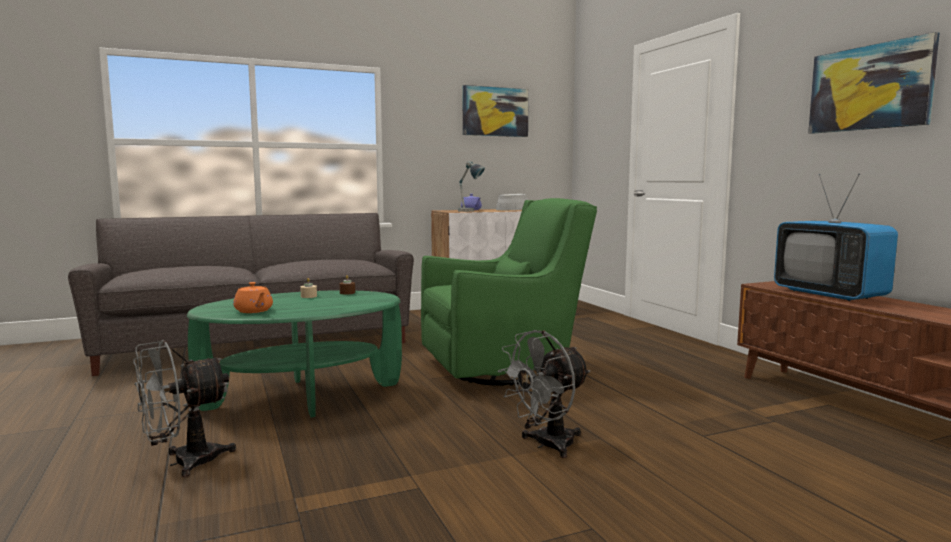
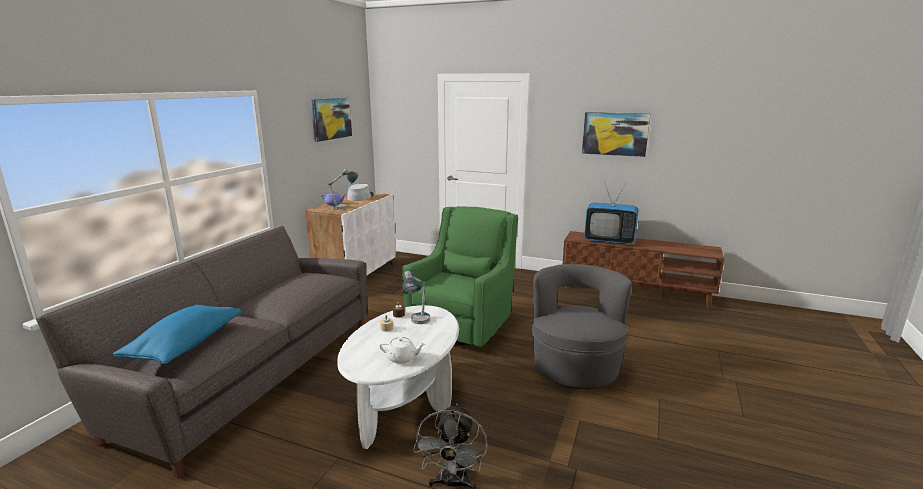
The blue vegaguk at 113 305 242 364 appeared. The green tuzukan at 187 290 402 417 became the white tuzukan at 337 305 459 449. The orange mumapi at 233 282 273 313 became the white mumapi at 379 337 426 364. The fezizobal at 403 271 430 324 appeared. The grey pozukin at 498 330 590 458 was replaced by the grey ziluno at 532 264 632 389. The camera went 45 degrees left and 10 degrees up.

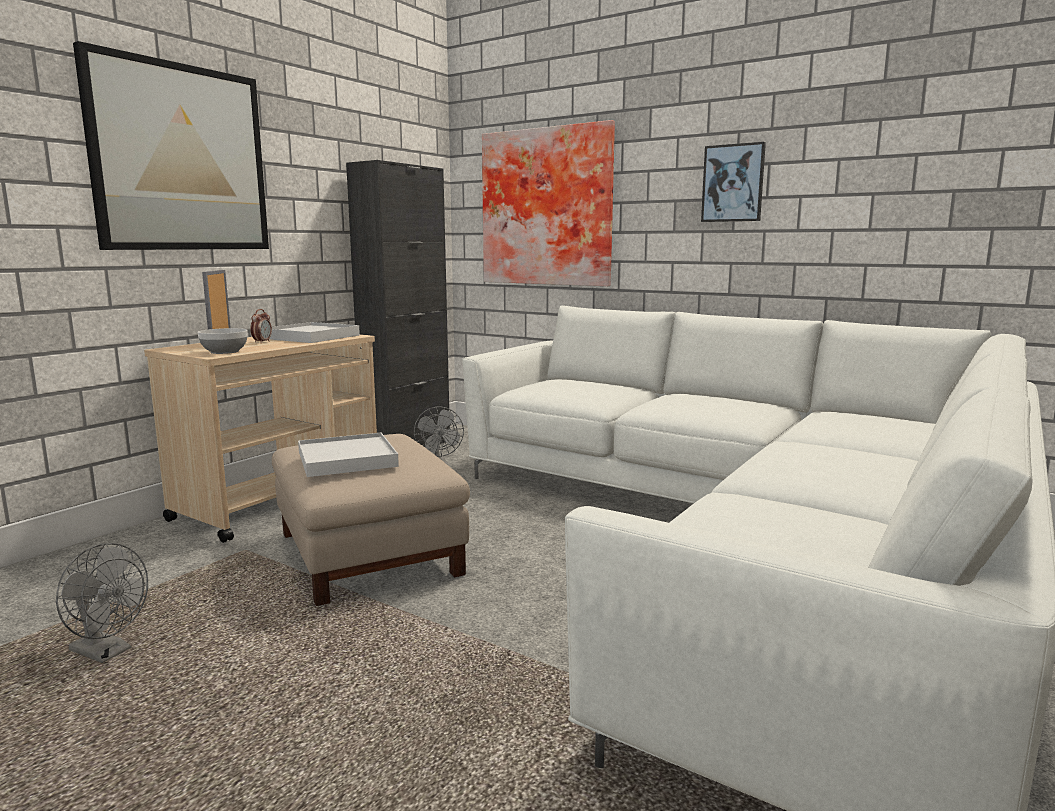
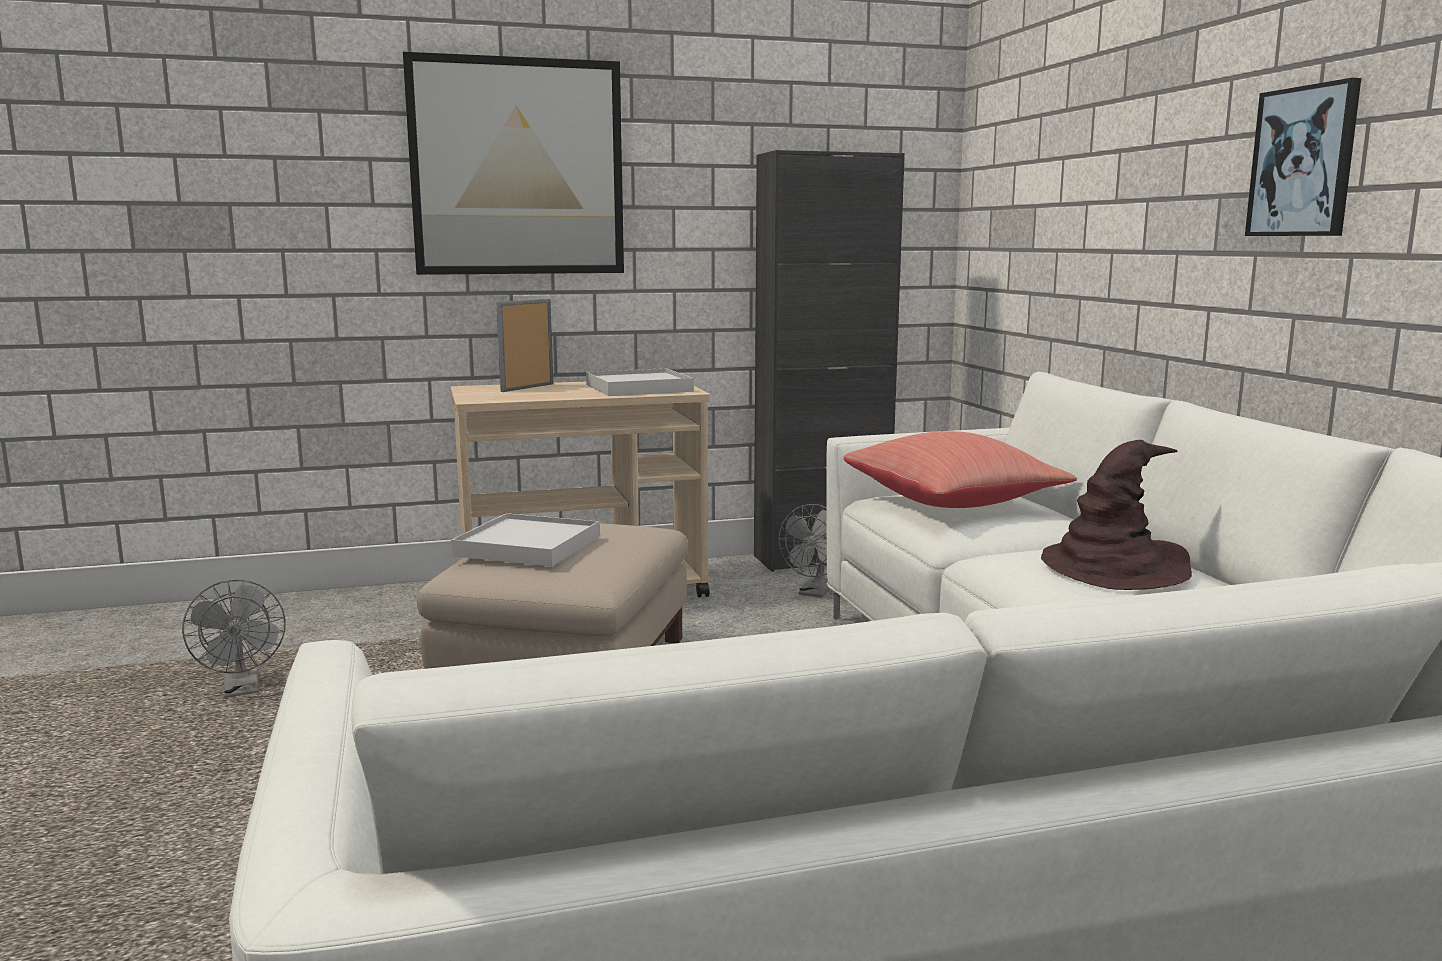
The red vegaguk at 843 431 1077 508 appeared. The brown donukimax at 1041 440 1192 590 appeared. The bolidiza at 198 328 248 354 disappeared. The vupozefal at 250 309 272 343 disappeared. The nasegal at 482 120 615 286 disappeared. The camera went 40 degrees right and 0 degrees up.

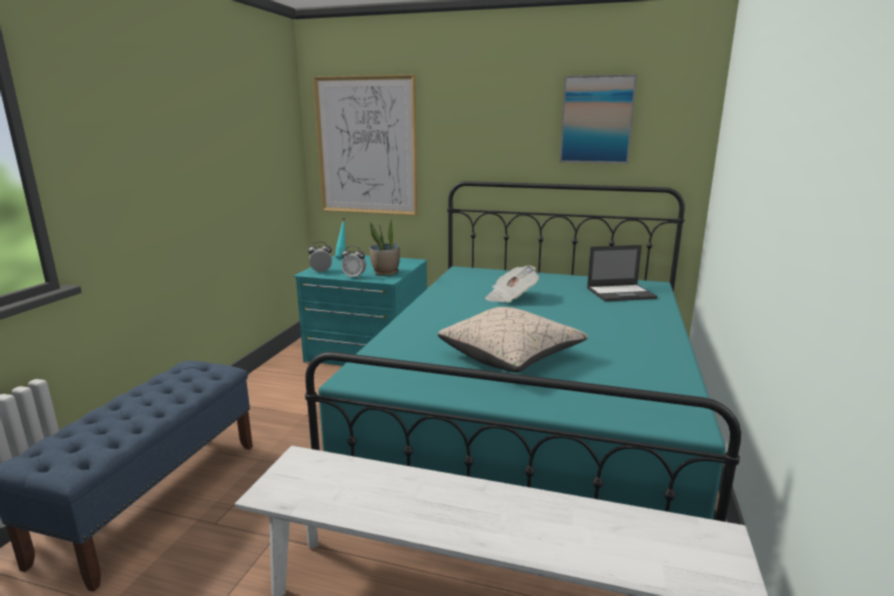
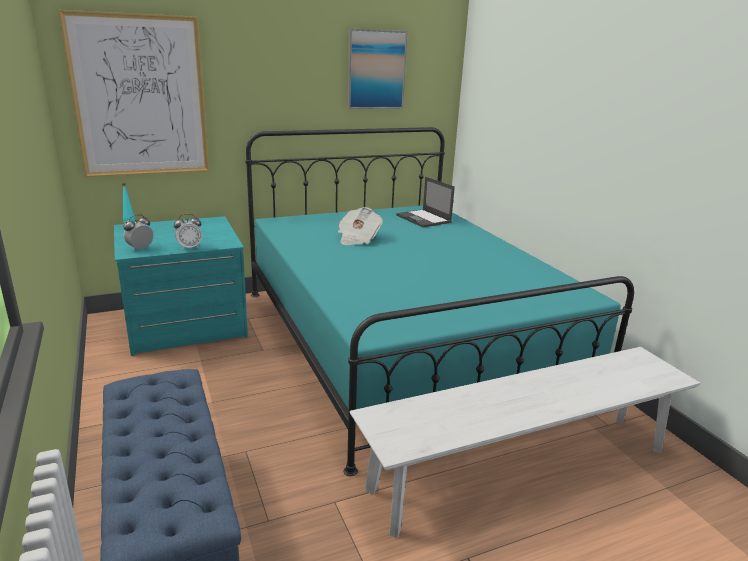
The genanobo at 587 245 658 302 turned 105 degrees clockwise. The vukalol at 369 219 400 276 disappeared. The beige vegaguk at 438 307 588 373 disappeared. The camera went 40 degrees left and 5 degrees up.

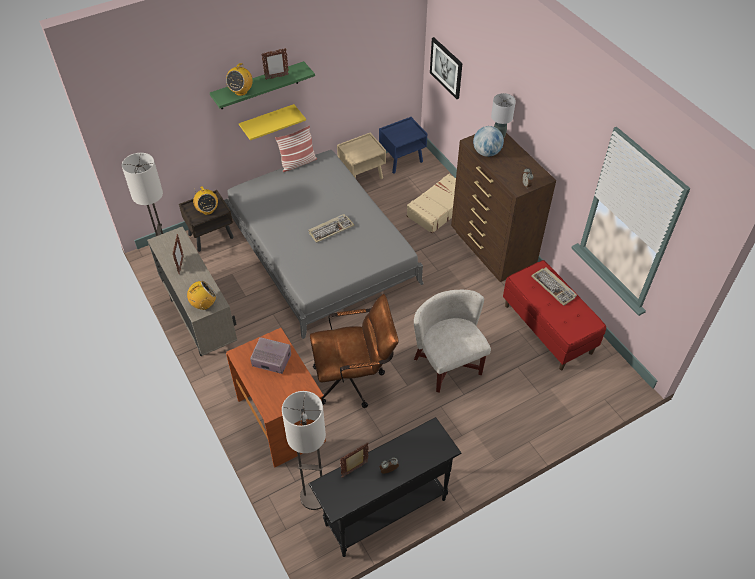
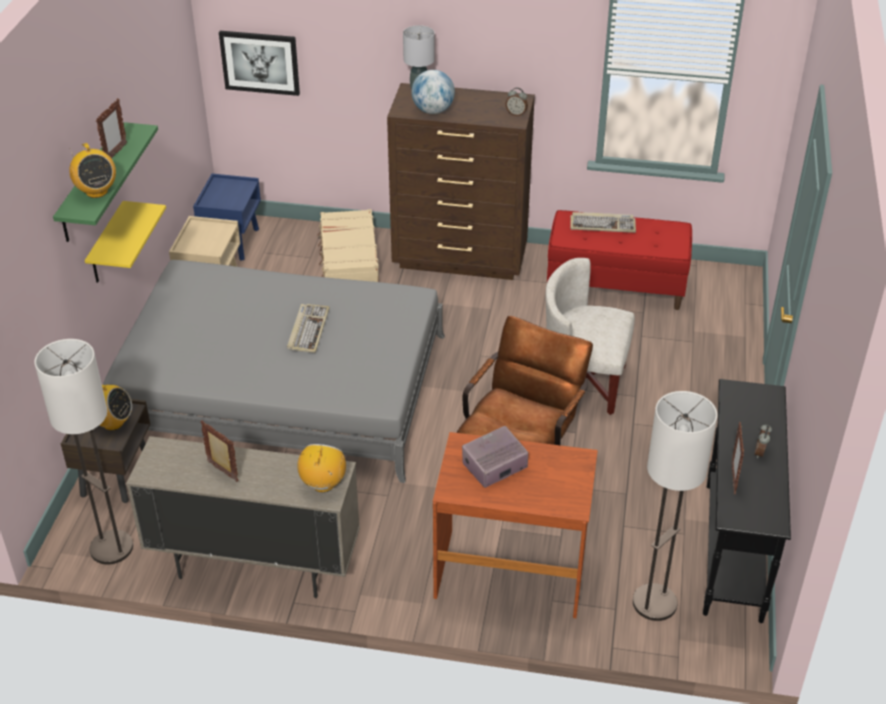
The vegaguk at 275 125 317 172 disappeared. The camera went 50 degrees left and 10 degrees down.

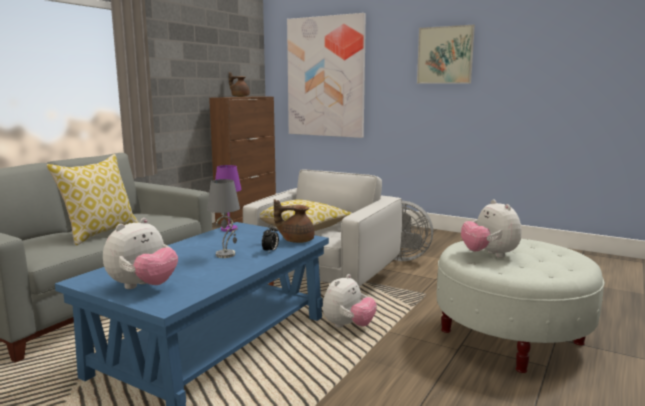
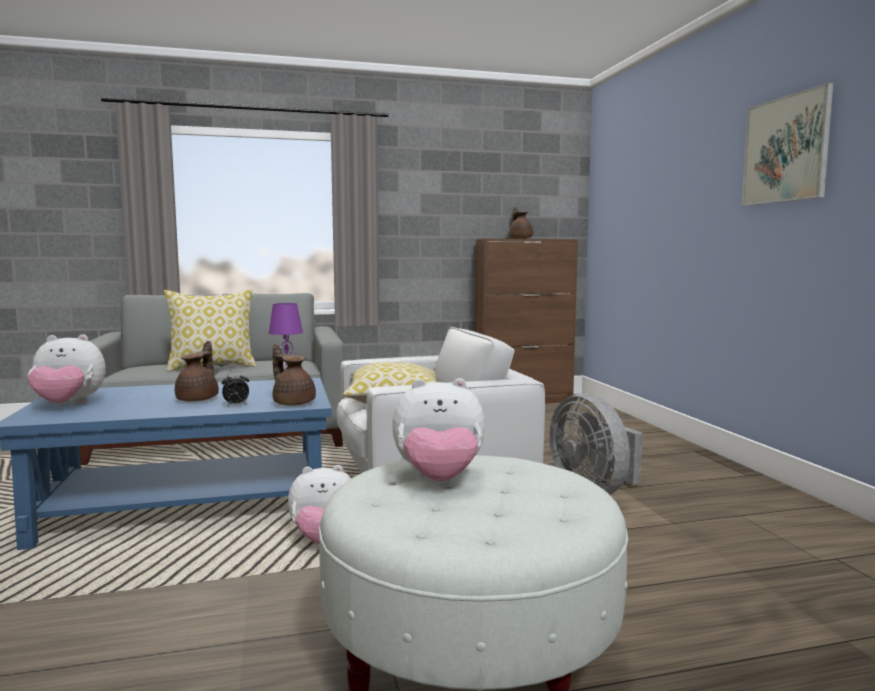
The grey fezizobal at 207 179 240 258 was replaced by the brown mumapi at 175 341 219 402. The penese at 461 199 521 258 turned 120 degrees counterclockwise. The nasegal at 287 13 366 138 disappeared. The camera went 45 degrees right and 5 degrees down.

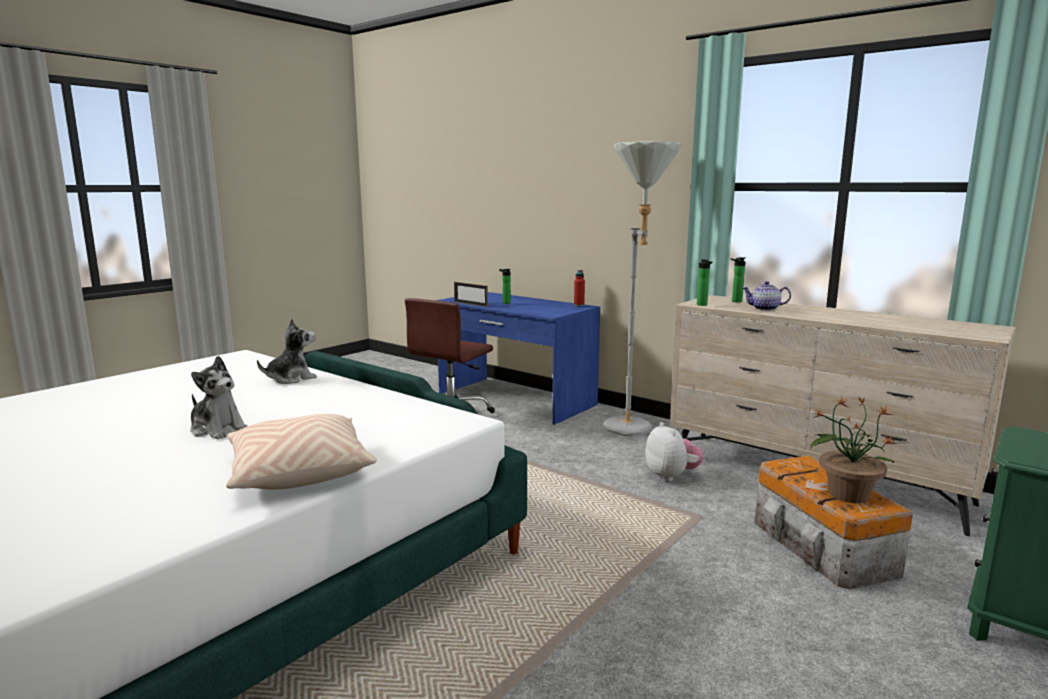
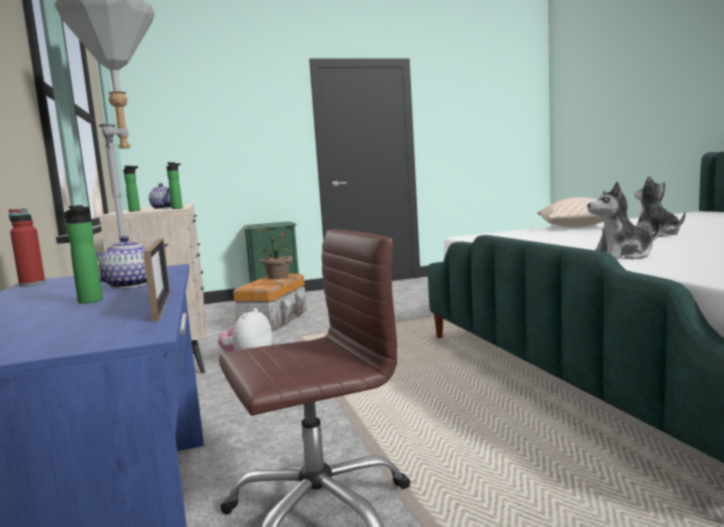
The mumapi at 95 236 169 288 appeared. The camera went 145 degrees left and 5 degrees down.

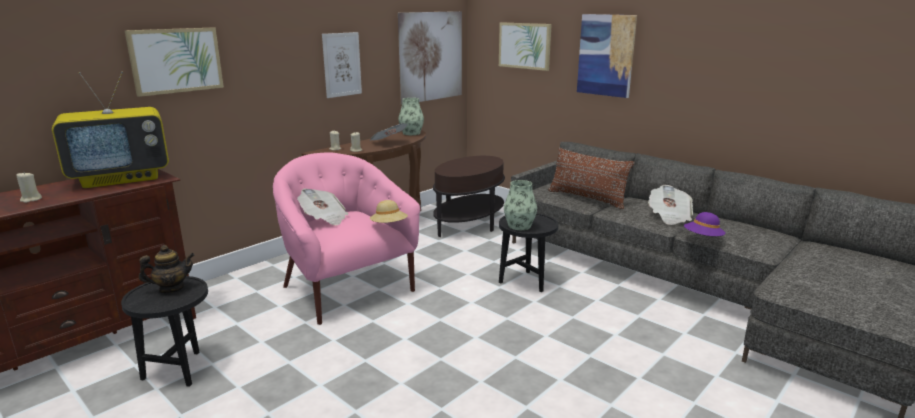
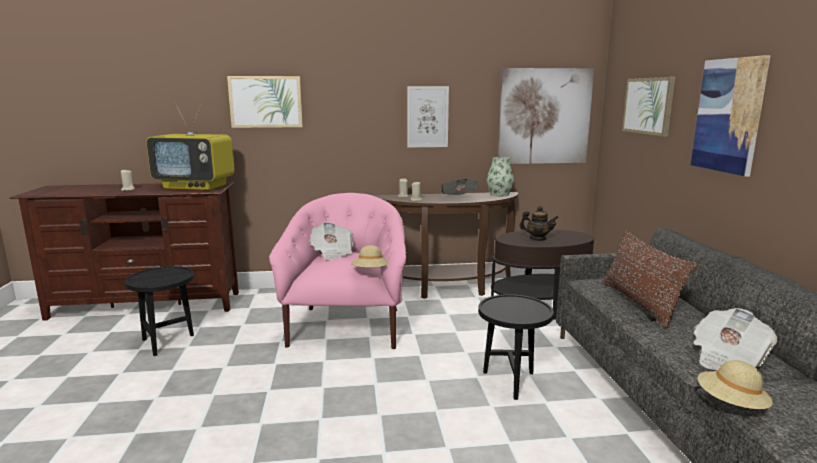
The mumapi moved from 139 245 195 293 to 519 206 559 240. The purple donukimax at 684 212 726 236 became the beige donukimax at 698 360 773 411. The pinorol at 504 180 537 230 disappeared. The camera went 40 degrees right and 5 degrees down.

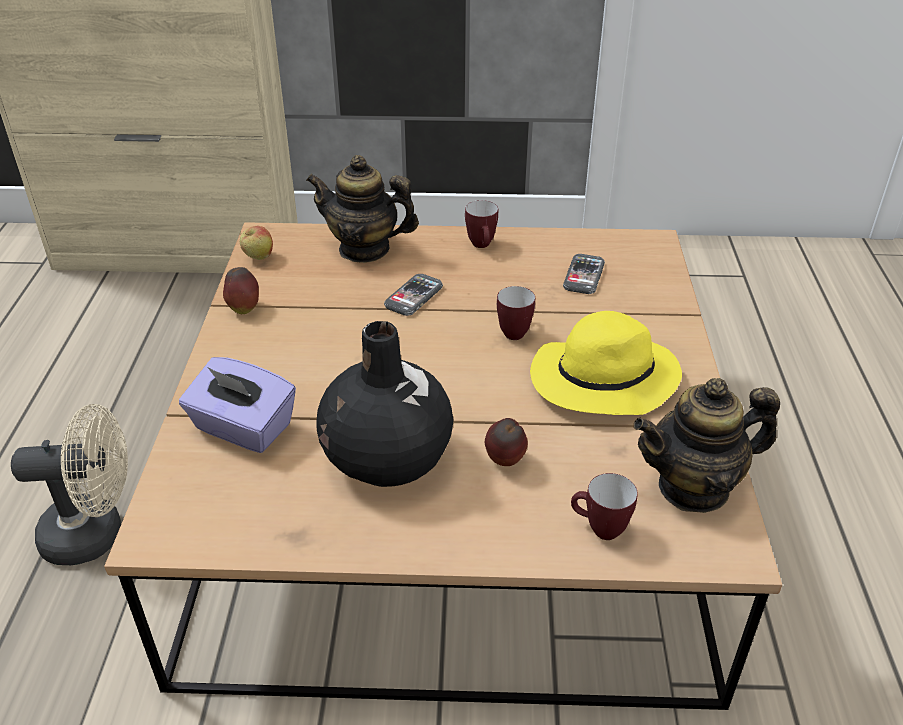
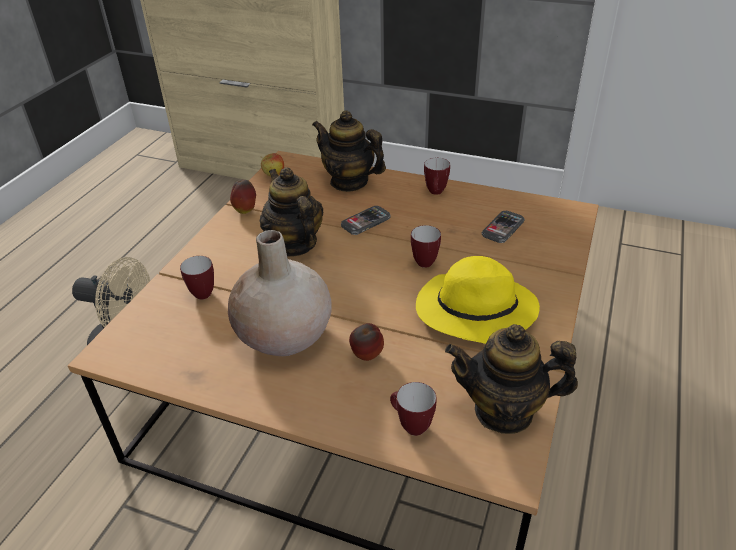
The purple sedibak at 179 357 296 453 was replaced by the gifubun at 180 256 214 300. The black pinorol at 316 321 454 487 became the beige pinorol at 228 230 331 356. The mumapi at 260 167 323 257 appeared. The camera went 20 degrees right and 0 degrees up.

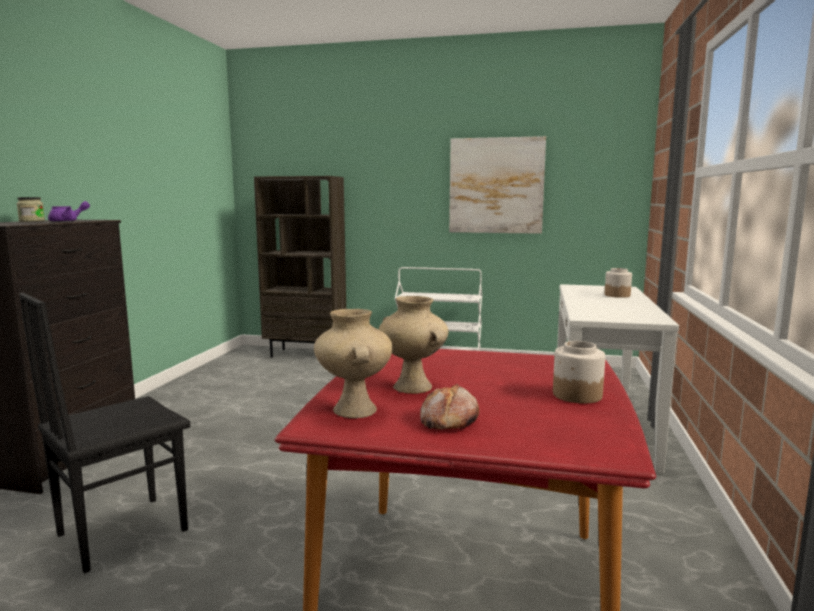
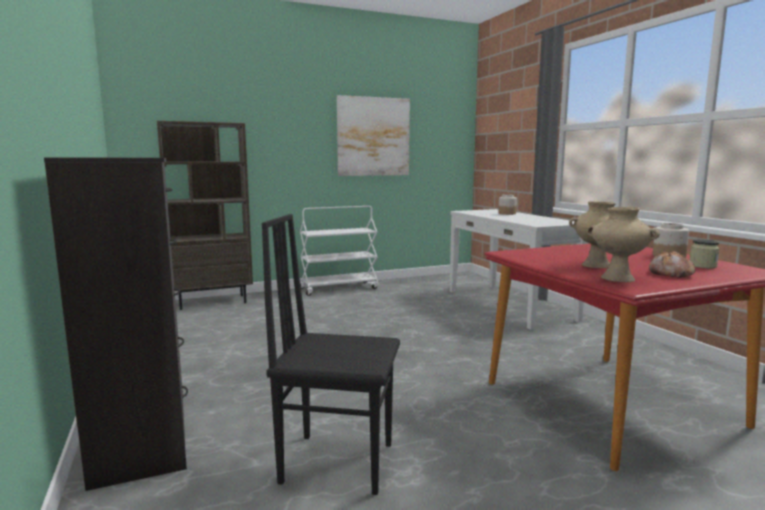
The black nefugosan at 19 293 190 573 turned 90 degrees clockwise. The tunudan moved from 17 197 45 222 to 690 239 720 268. The purple mumapi at 48 201 90 222 disappeared. The camera went 35 degrees left and 0 degrees up.

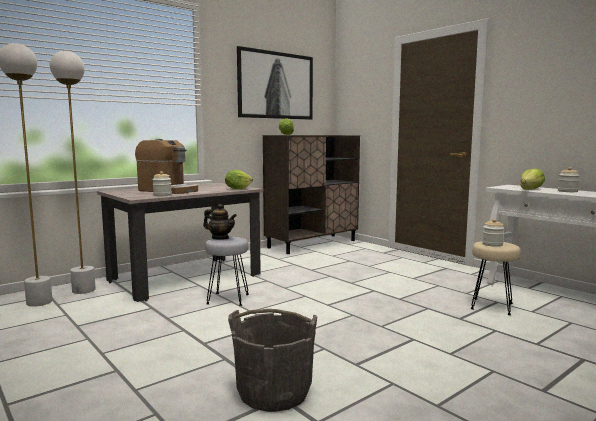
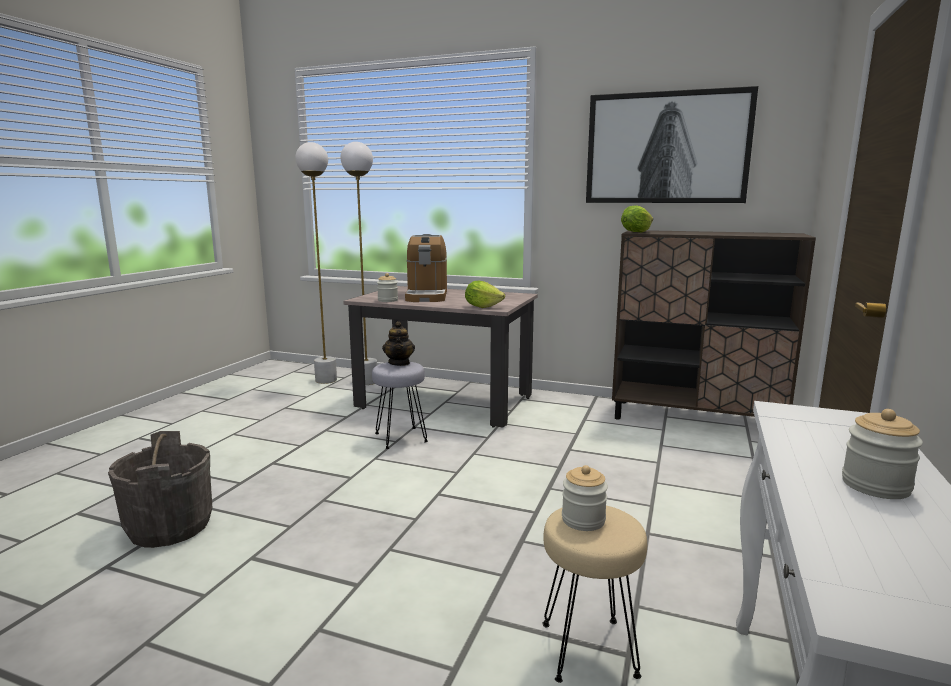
The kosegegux at 520 168 545 190 disappeared. The camera went 60 degrees right and 5 degrees up.

